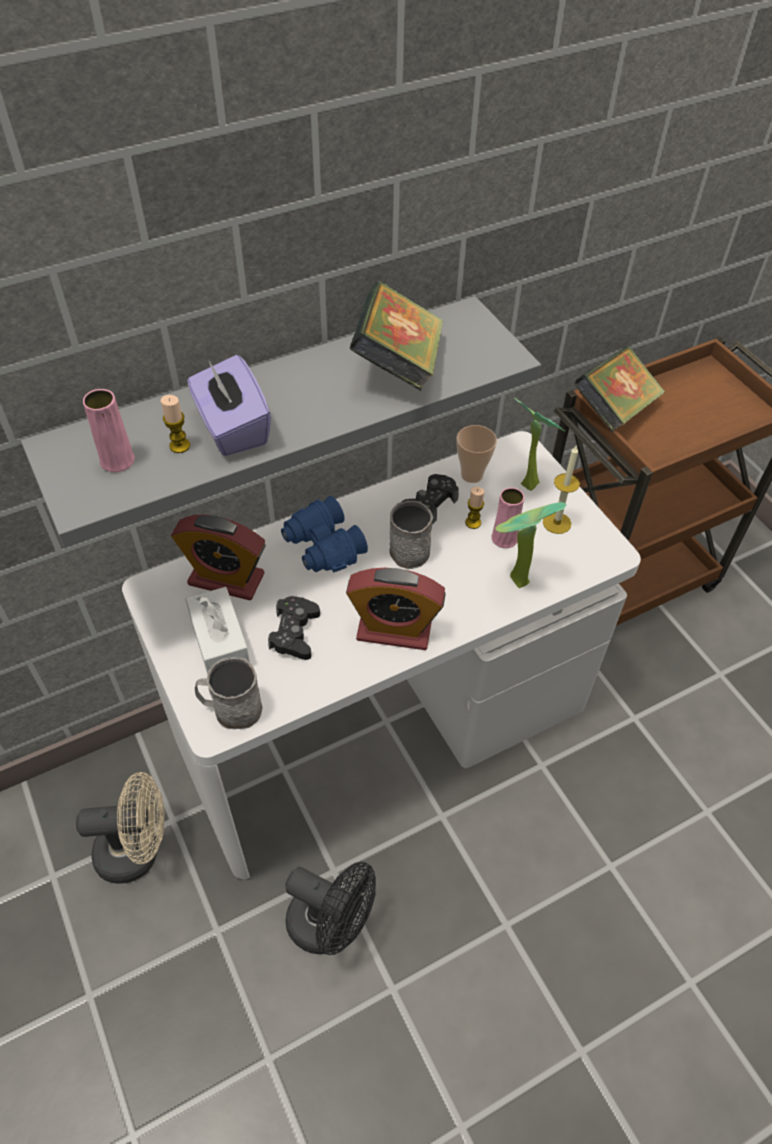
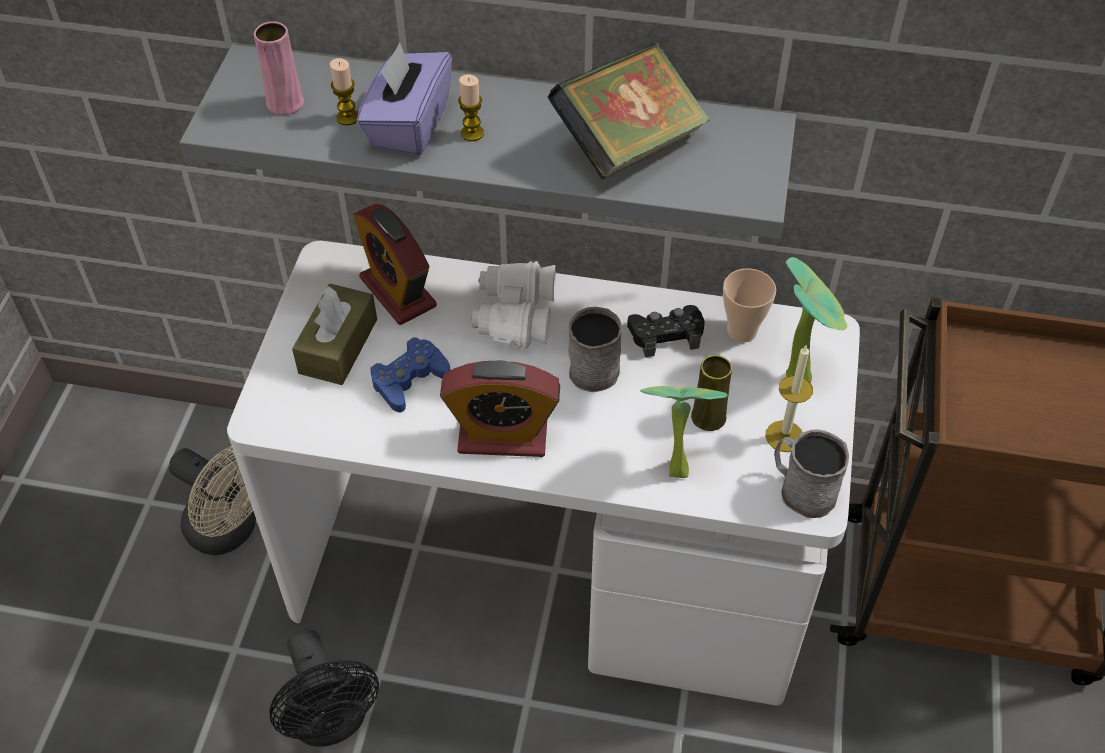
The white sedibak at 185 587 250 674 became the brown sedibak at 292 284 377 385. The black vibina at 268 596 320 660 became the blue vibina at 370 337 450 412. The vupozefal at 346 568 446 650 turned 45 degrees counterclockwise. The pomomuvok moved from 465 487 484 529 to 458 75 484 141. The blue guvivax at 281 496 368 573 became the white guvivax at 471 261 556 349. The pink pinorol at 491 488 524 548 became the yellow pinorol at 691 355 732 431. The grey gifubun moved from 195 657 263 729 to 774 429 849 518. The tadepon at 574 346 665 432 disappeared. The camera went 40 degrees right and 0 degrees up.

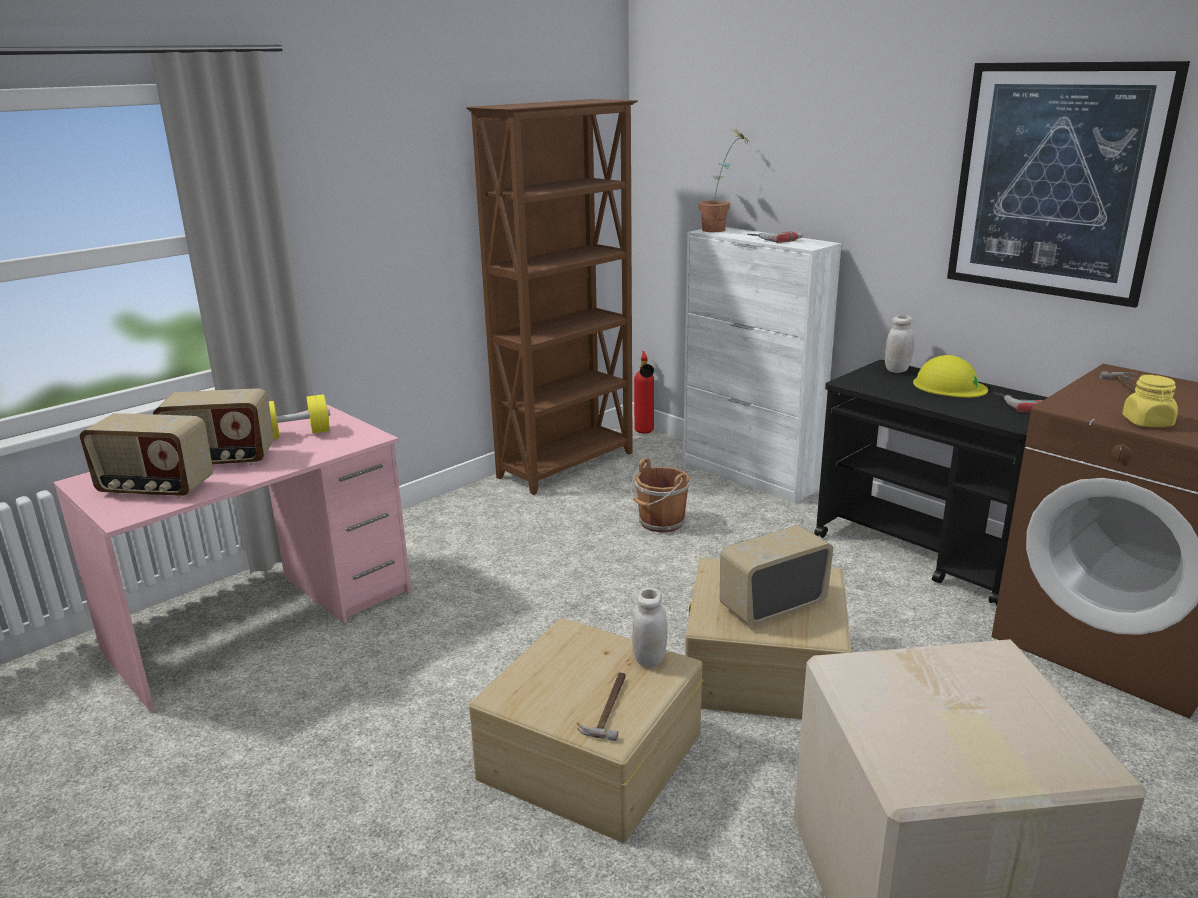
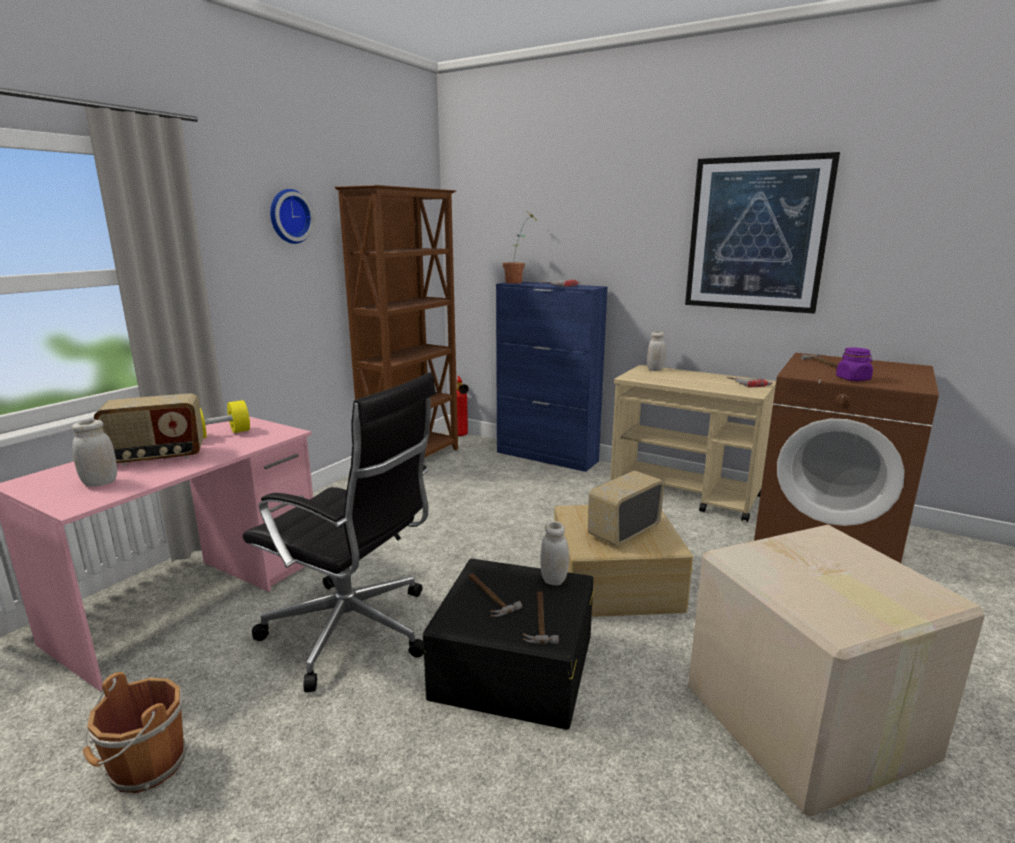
The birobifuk at 80 413 213 498 was replaced by the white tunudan at 72 420 117 487. The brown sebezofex moved from 630 458 691 533 to 83 672 189 793. The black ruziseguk at 243 373 436 692 appeared. The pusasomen at 270 189 314 244 appeared. The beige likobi at 469 618 703 843 became the black likobi at 423 559 594 730. The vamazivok at 469 573 522 617 appeared. The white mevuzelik at 683 227 842 503 became the blue mevuzelik at 496 282 607 472. The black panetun at 814 360 1048 605 became the beige panetun at 610 365 776 522. The yellow tunudan at 1122 375 1178 427 became the purple tunudan at 836 348 873 381. The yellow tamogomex at 913 355 988 398 disappeared. The camera went 15 degrees left and 5 degrees down.

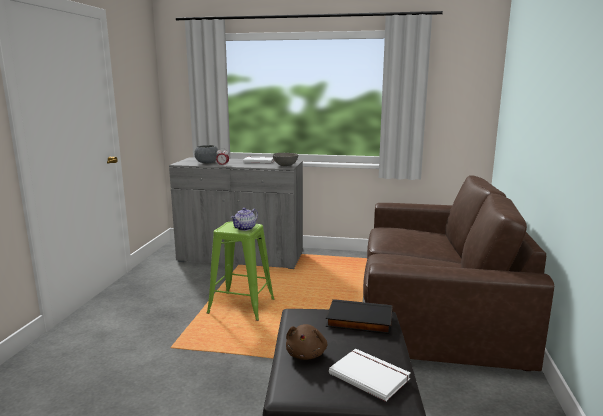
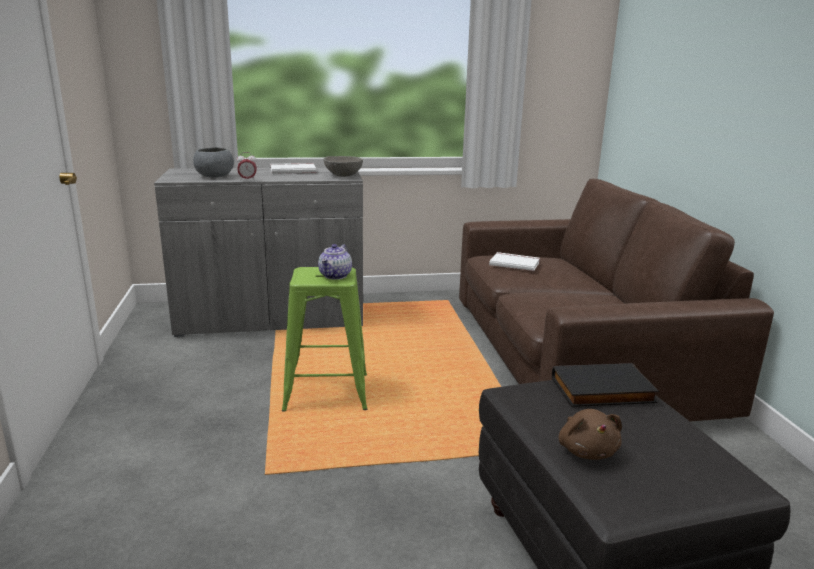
The white tadepon moved from 329 349 410 402 to 489 252 540 271. The camera went 20 degrees left and 5 degrees up.

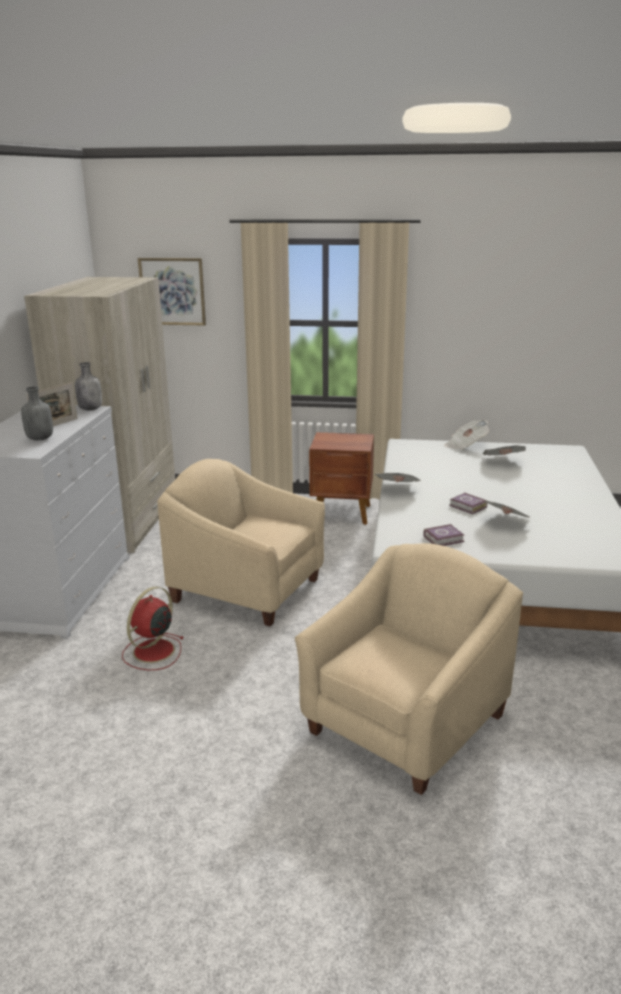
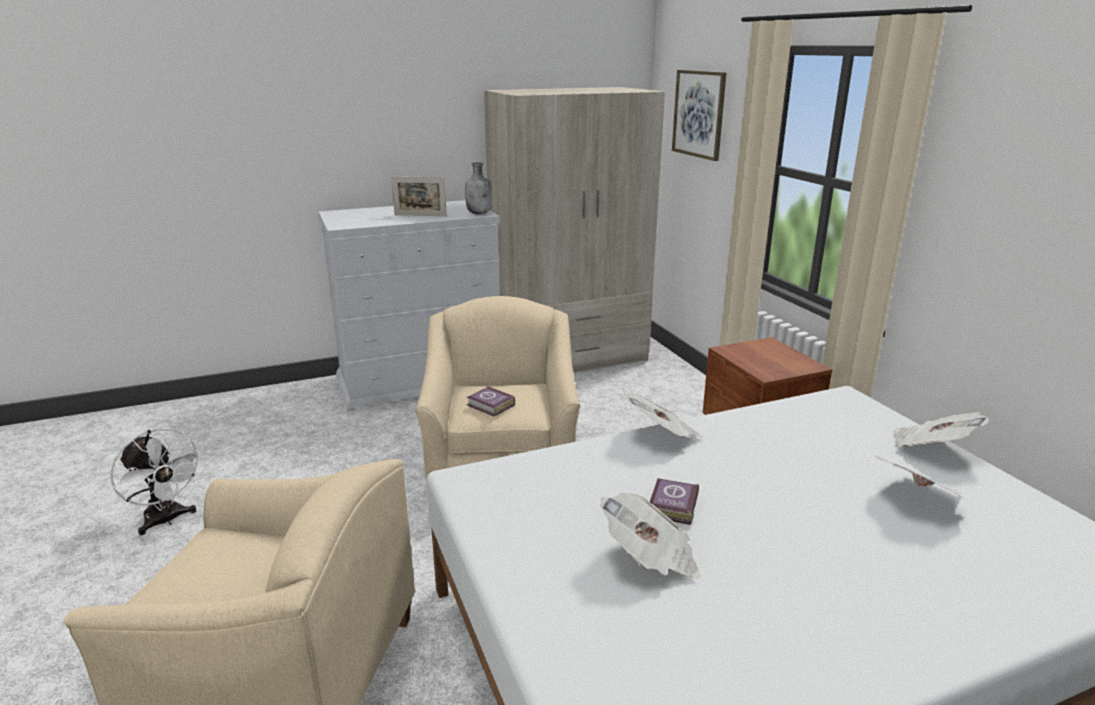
The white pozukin at 110 428 203 535 appeared. The tadepon moved from 423 524 464 546 to 467 386 515 416. The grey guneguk at 21 386 53 440 disappeared. The red pozukin at 122 587 183 670 disappeared. The camera went 60 degrees right and 0 degrees up.

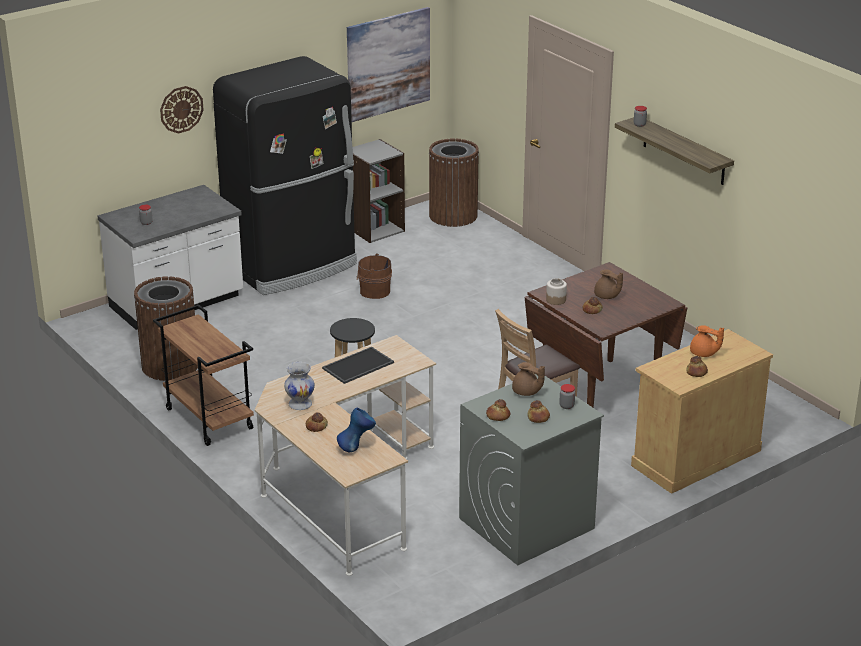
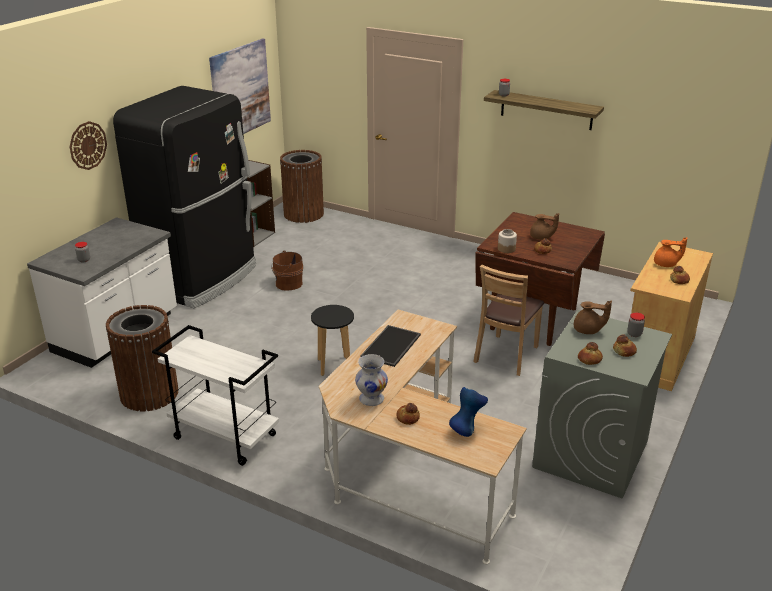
The brown panetun at 153 305 254 446 became the white panetun at 152 325 279 466. The camera went 25 degrees left and 0 degrees up.

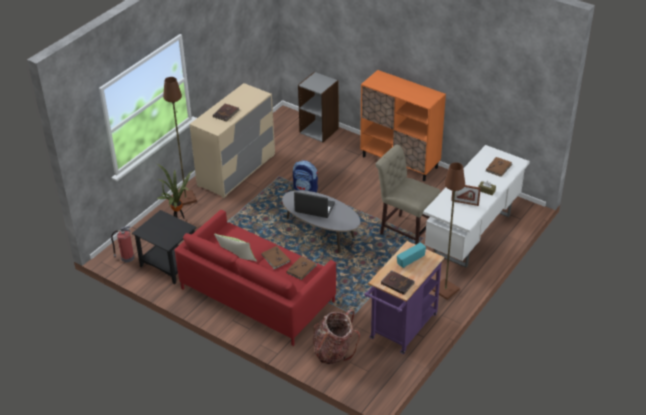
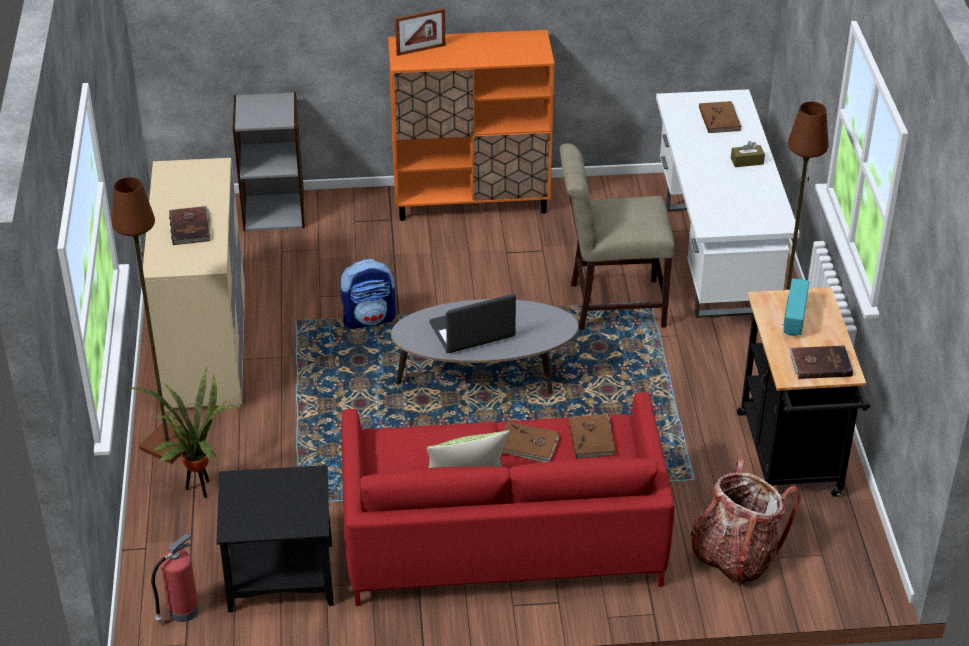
The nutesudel moved from 451 185 481 206 to 395 8 445 56. The purple panetun at 364 241 444 354 became the black panetun at 737 287 870 497. The camera went 40 degrees left and 0 degrees up.

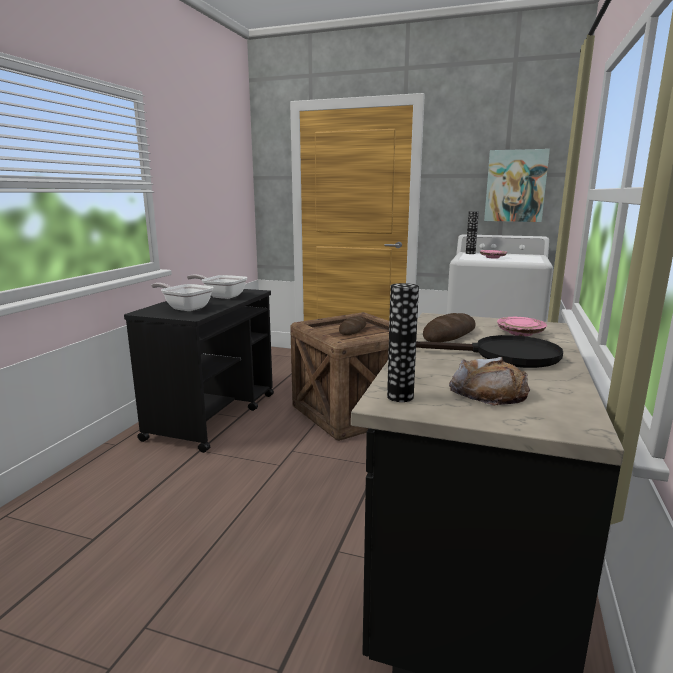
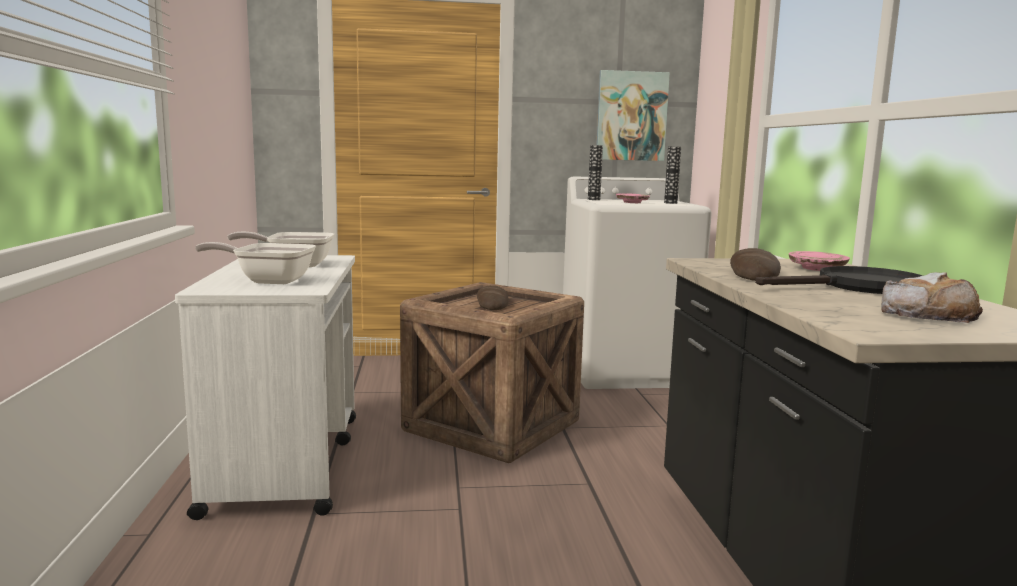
The black panetun at 124 289 274 453 became the white panetun at 175 255 356 520. The pinorol moved from 387 283 419 402 to 664 147 681 204. The camera went 25 degrees left and 5 degrees down.

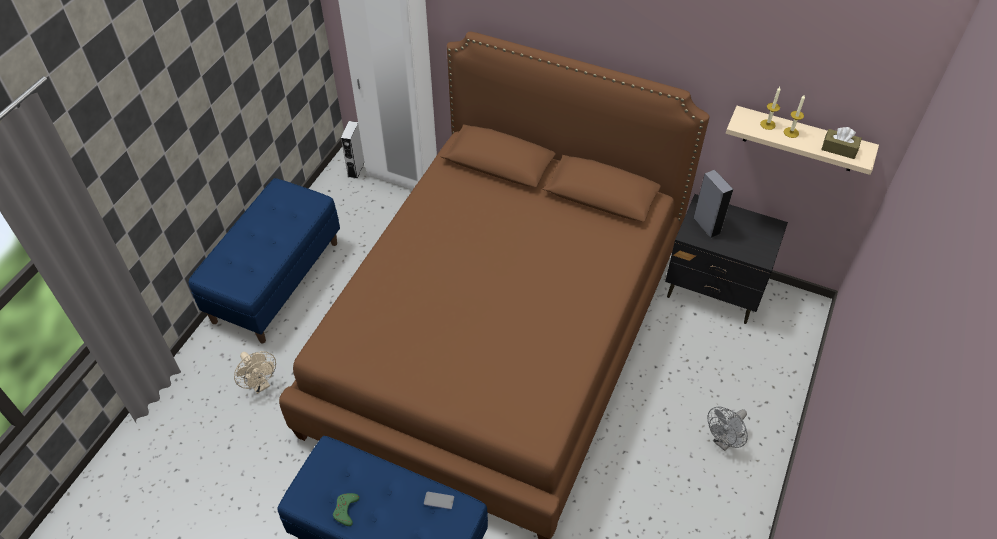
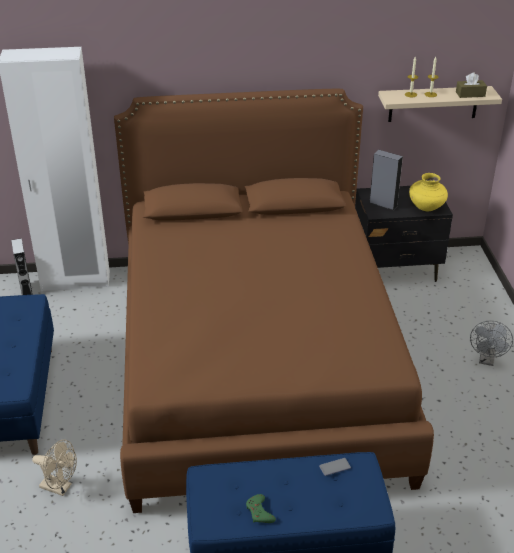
The yellow pinorol at 409 173 448 211 appeared. The camera went 30 degrees left and 15 degrees down.

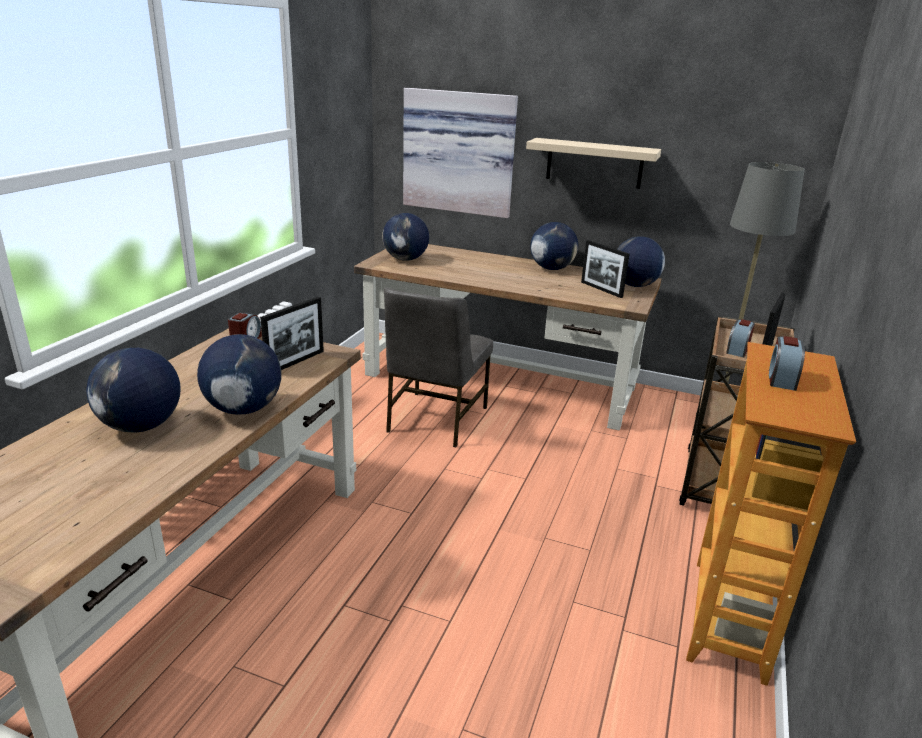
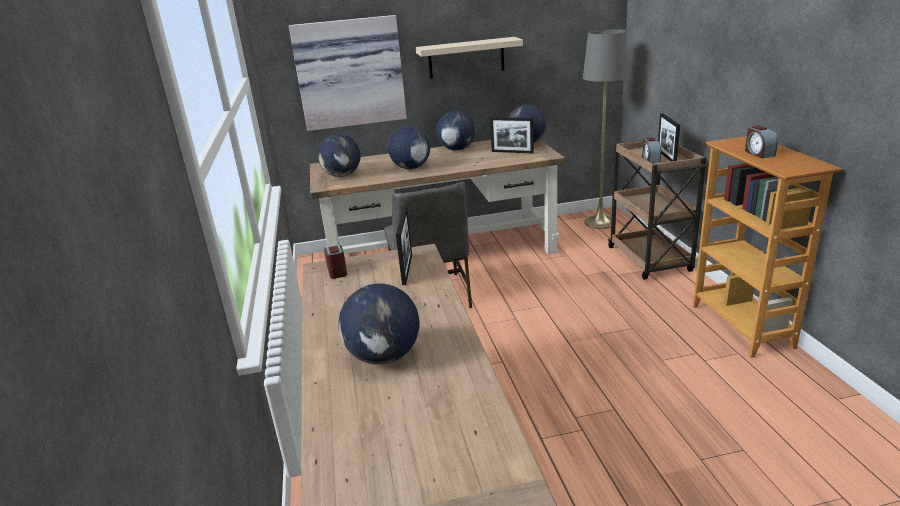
The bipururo moved from 197 334 282 415 to 388 127 430 169. The camera went 30 degrees left and 0 degrees up.

